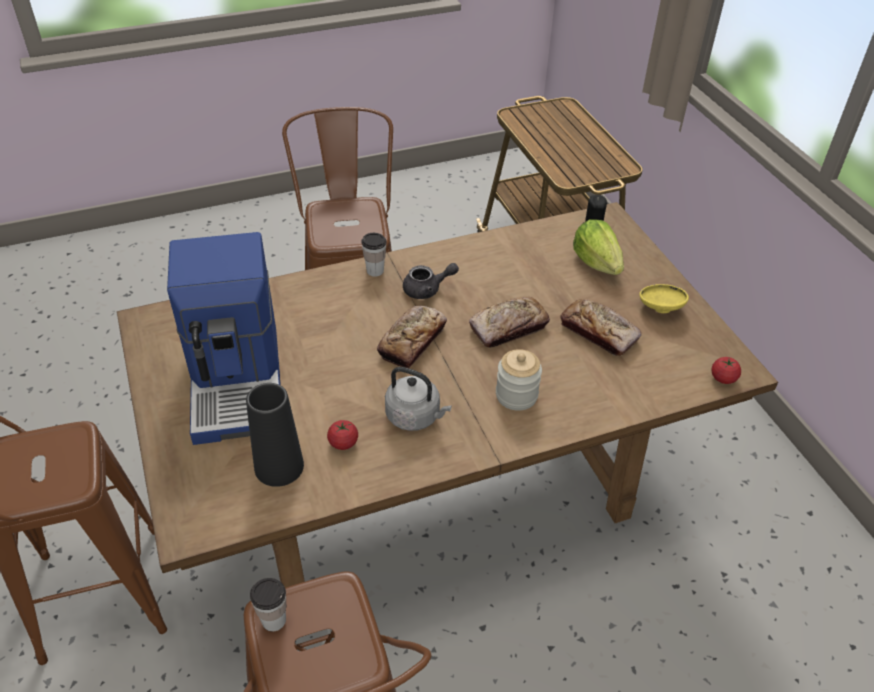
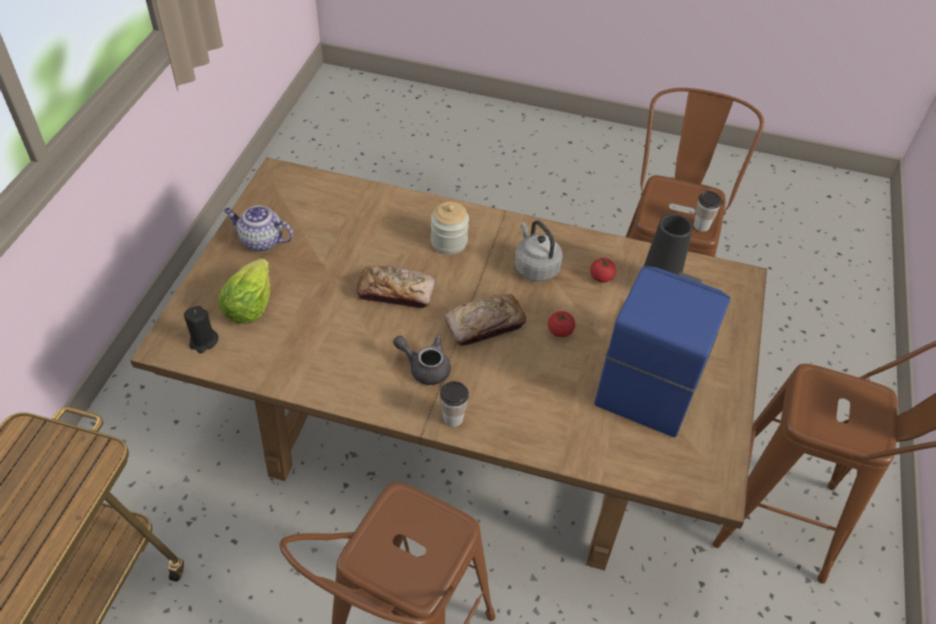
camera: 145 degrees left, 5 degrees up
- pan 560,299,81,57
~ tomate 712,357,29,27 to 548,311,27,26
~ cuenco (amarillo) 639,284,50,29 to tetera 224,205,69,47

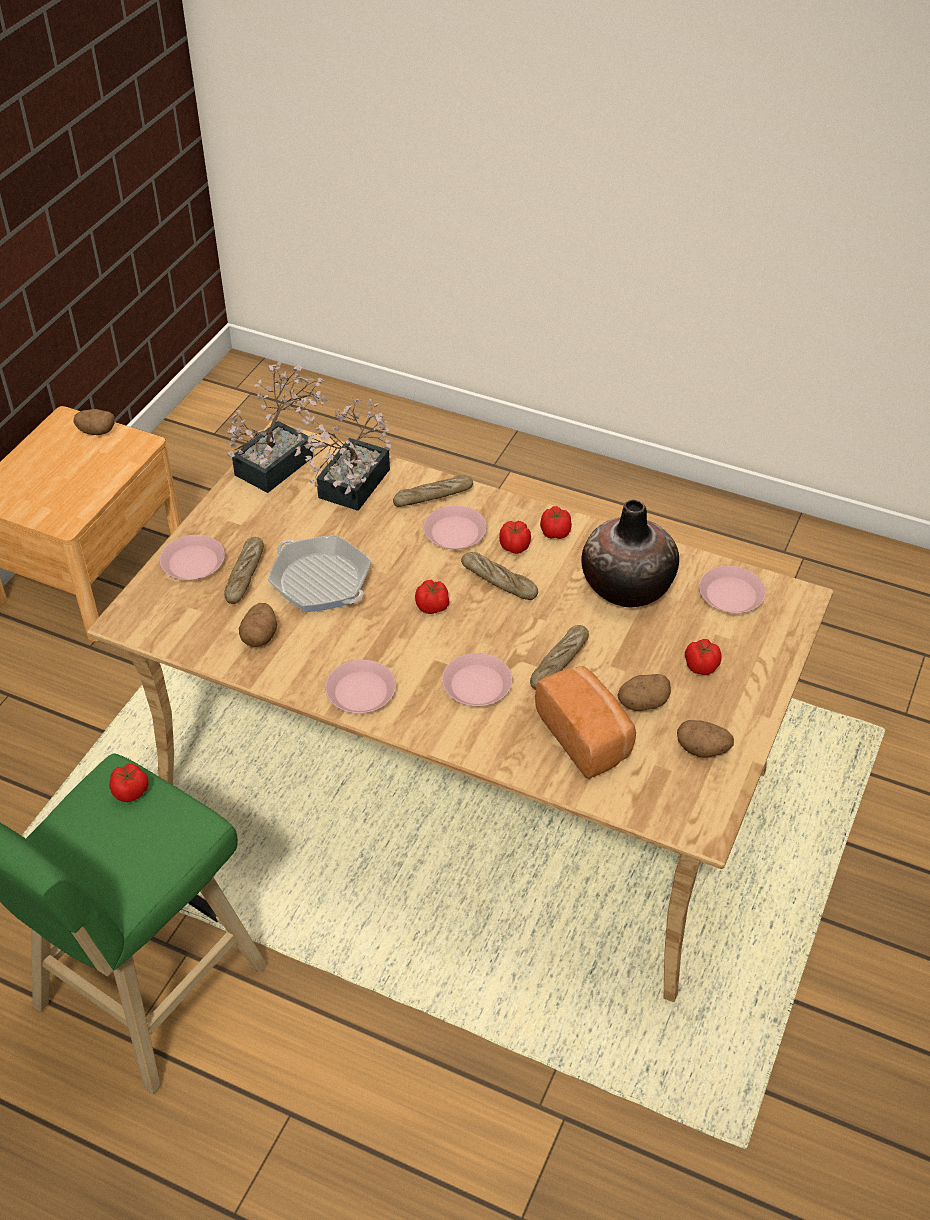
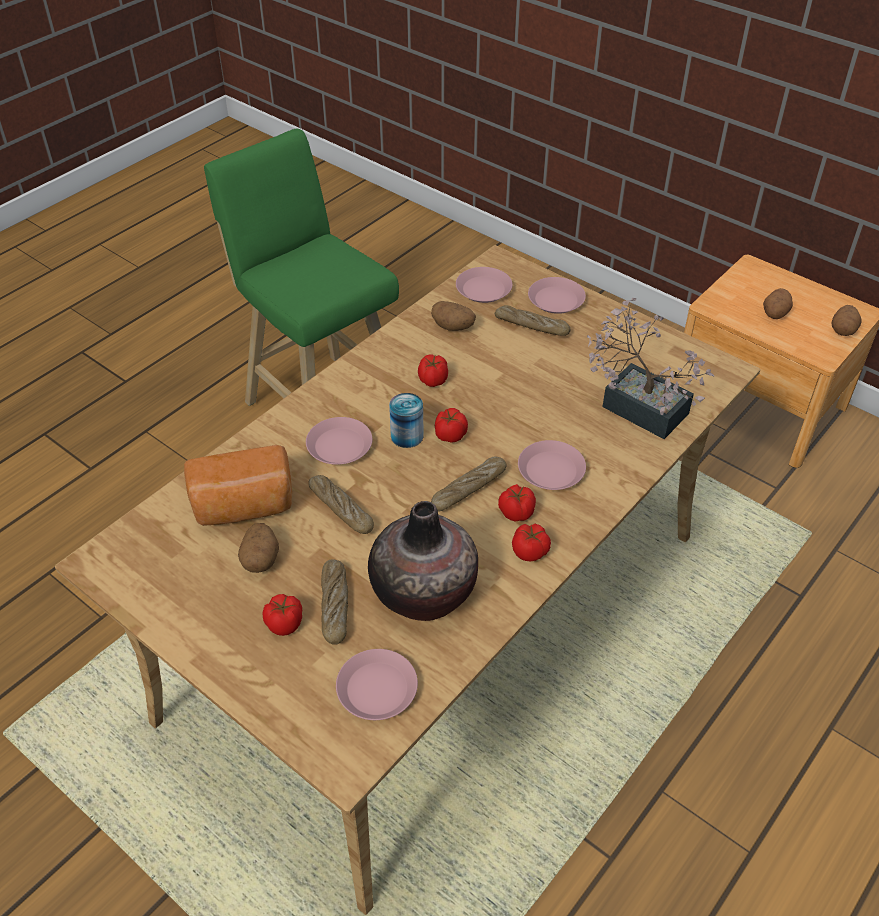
camera: 105 degrees right, 0 degrees up
- planta en maceta 227,362,101,131
- sartén 268,535,103,77
+ lata 389,393,35,55
~ tomate 109,764,40,38 to 418,354,30,33
~ plato (rosa) 325,660,71,53 to 456,267,56,36
~ pan 393,475,80,32 to 321,559,27,86
~ patata 677,720,57,38 to 763,288,30,31

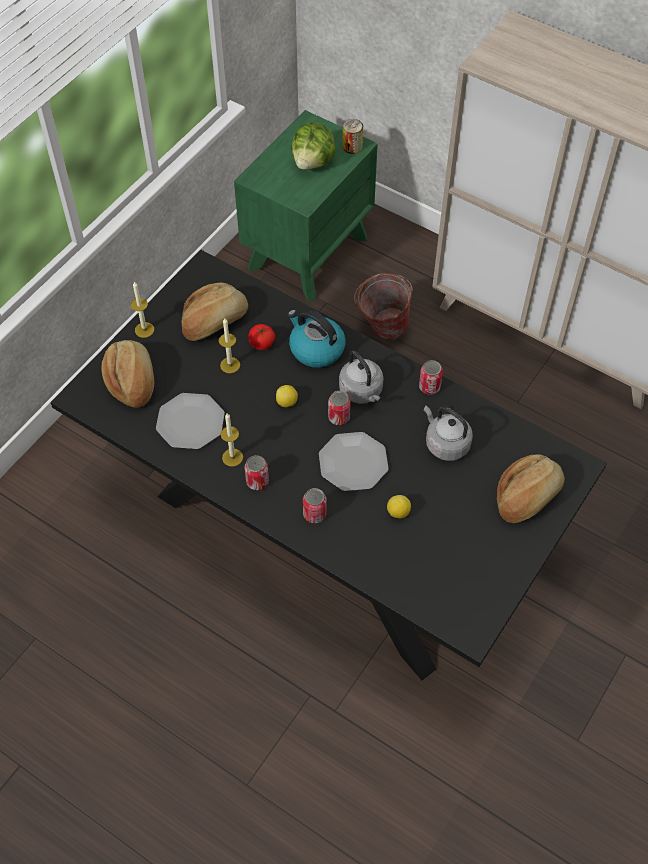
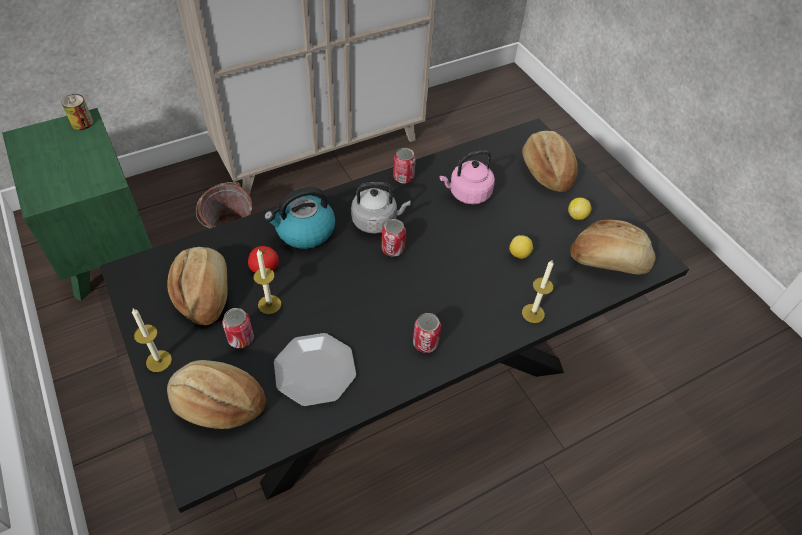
camera: 65 degrees left, 5 degrees down
- lechuga 292,122,44,48
- plato 319,432,70,59
+ pan 570,220,86,55
~ vela 220,413,23,54 to 522,260,32,63
~ limón 276,385,22,22 to 568,198,24,22
~ lata 303,488,24,35 to 222,308,32,40
~ hervidor (gris) 424,405,49,56 to hervidor (rosa) 440,150,55,54

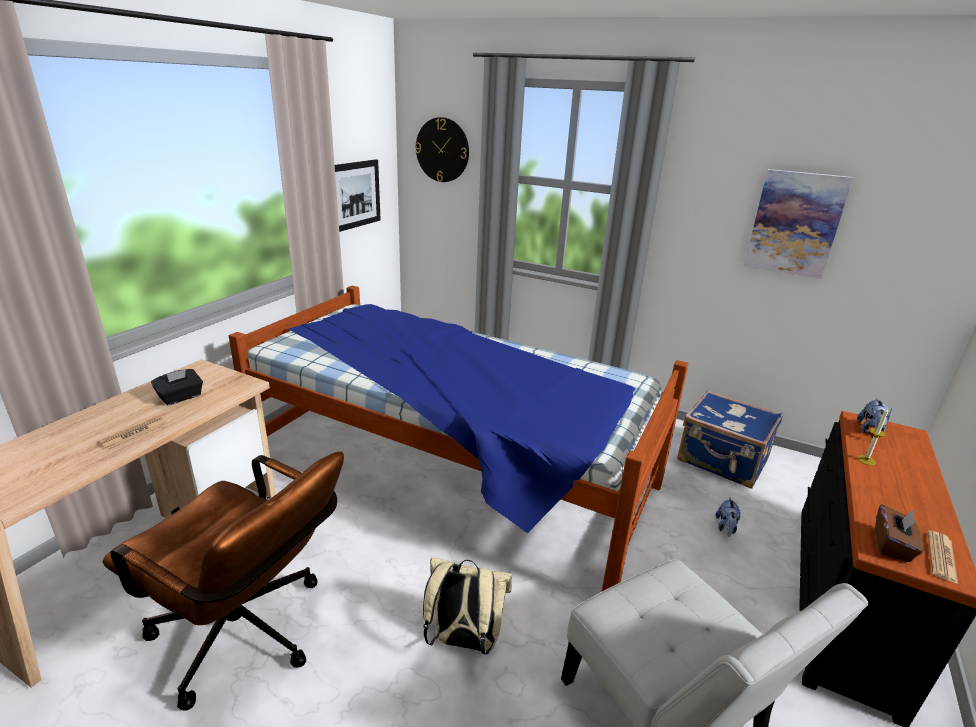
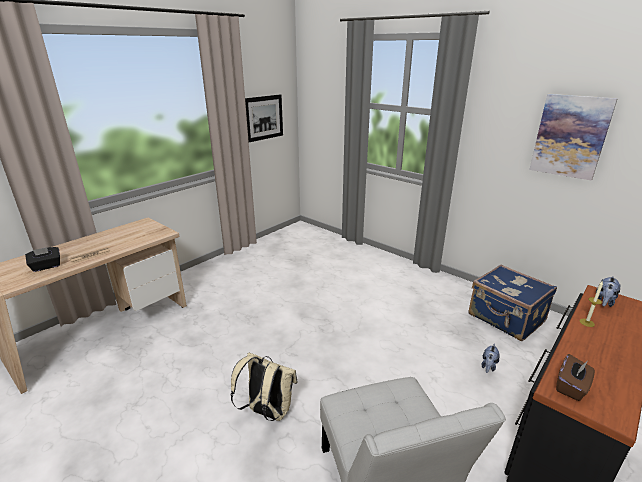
camera: 15 degrees right, 0 degrees up
- silla de oficina (marrón) 103,452,241,259
- cama 229,286,459,306
- reloj de pared 415,117,54,65
- periódico 928,530,30,54
~ caja de pañuelos (negro) 151,369,52,36 to 25,247,35,25

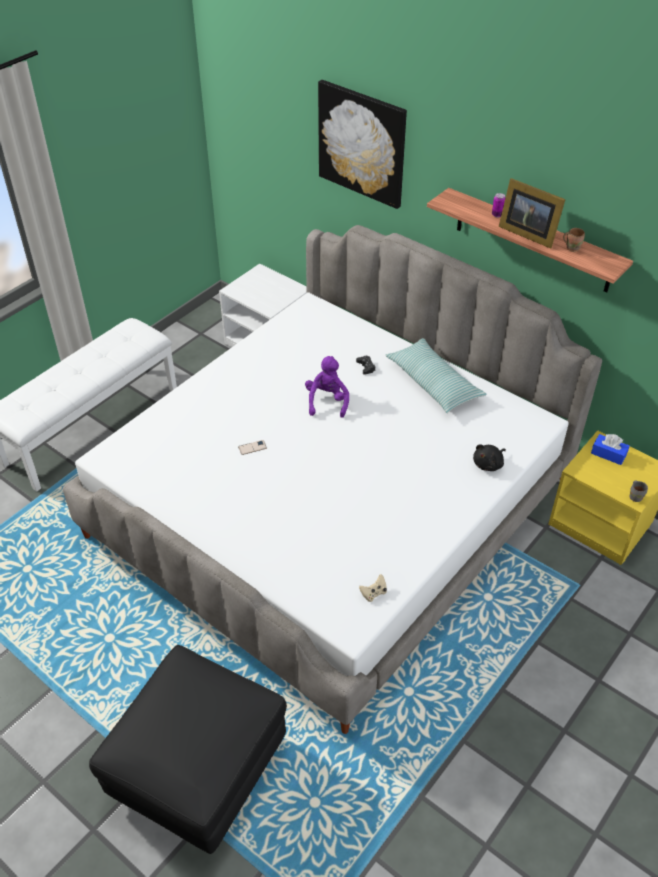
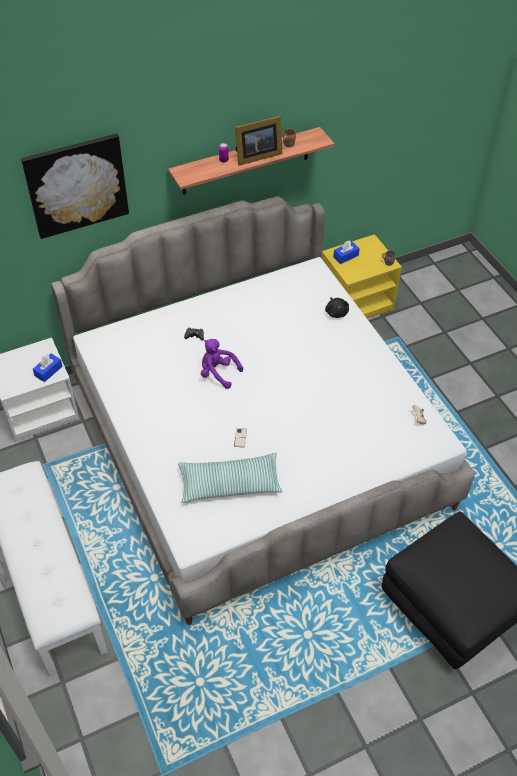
camera: 65 degrees left, 5 degrees up
+ caja de pañuelos (azul) 33,354,30,28
~ cojín 385,338,102,75 to 178,453,104,50

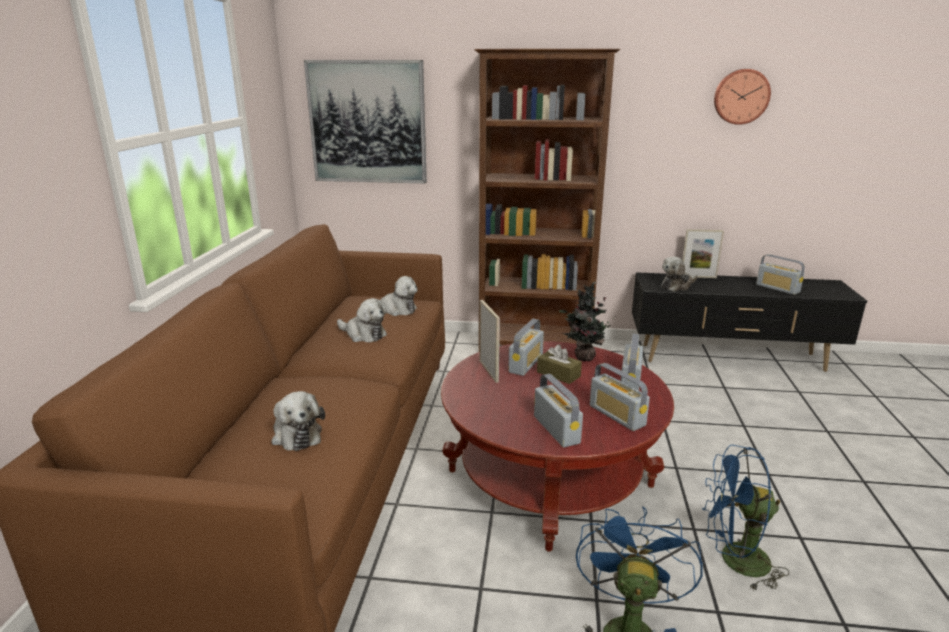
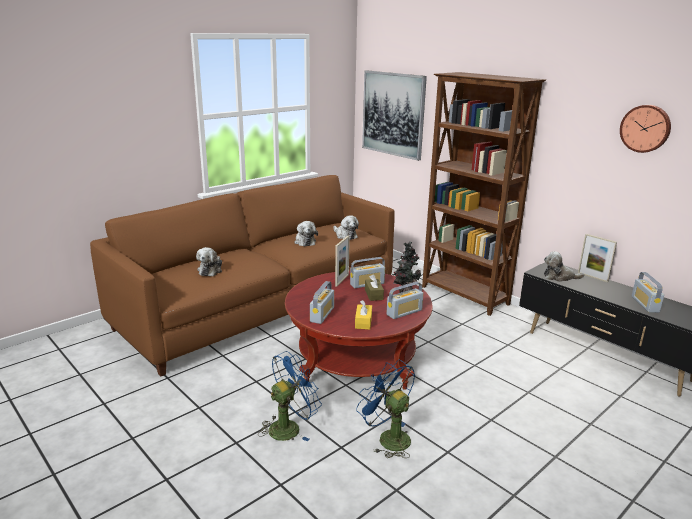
camera: 40 degrees right, 0 degrees up
~ radio 590,363,60,68 to caja de pañuelos (amarillo) 355,300,17,30

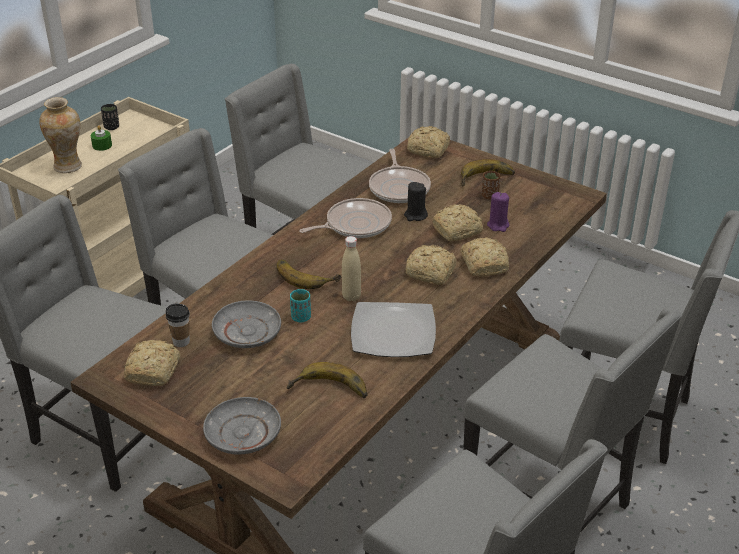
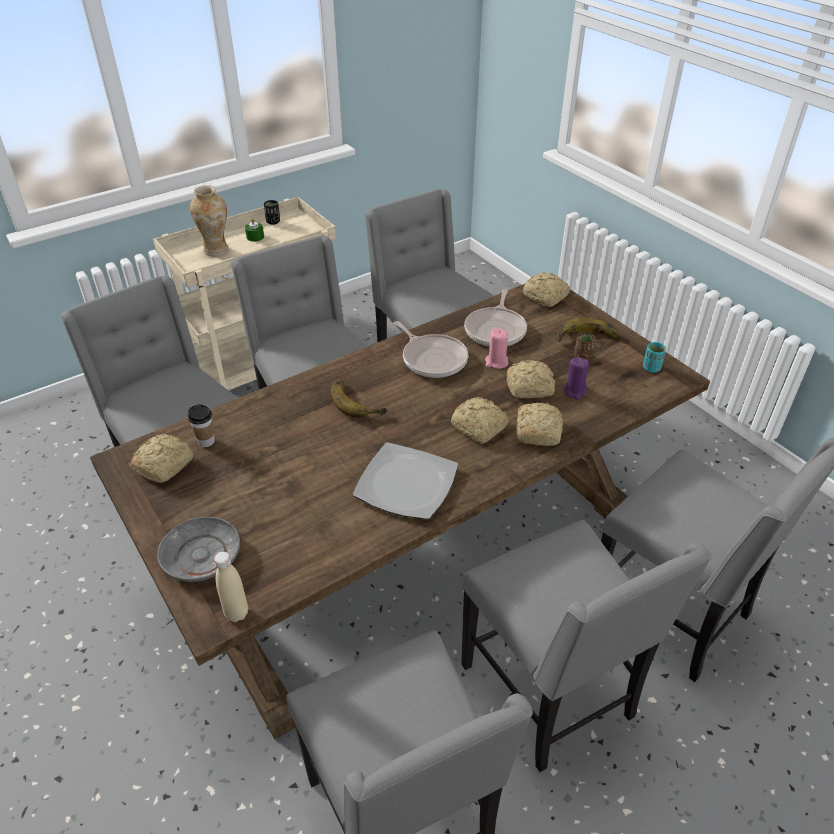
camera: 20 degrees right, 5 degrees up
- plato (gris) 212,300,69,48
- plátano 286,362,81,36
~ taza (turquesa) 290,289,21,33 to 643,342,23,31
~ botella (beis) 342,236,19,65 to 214,552,34,70
~ vela (negro) 404,182,24,39 to vela (rosa) 485,328,24,41
~ sartén 299,198,93,40 = 394,321,74,57 60 degrees clockwise

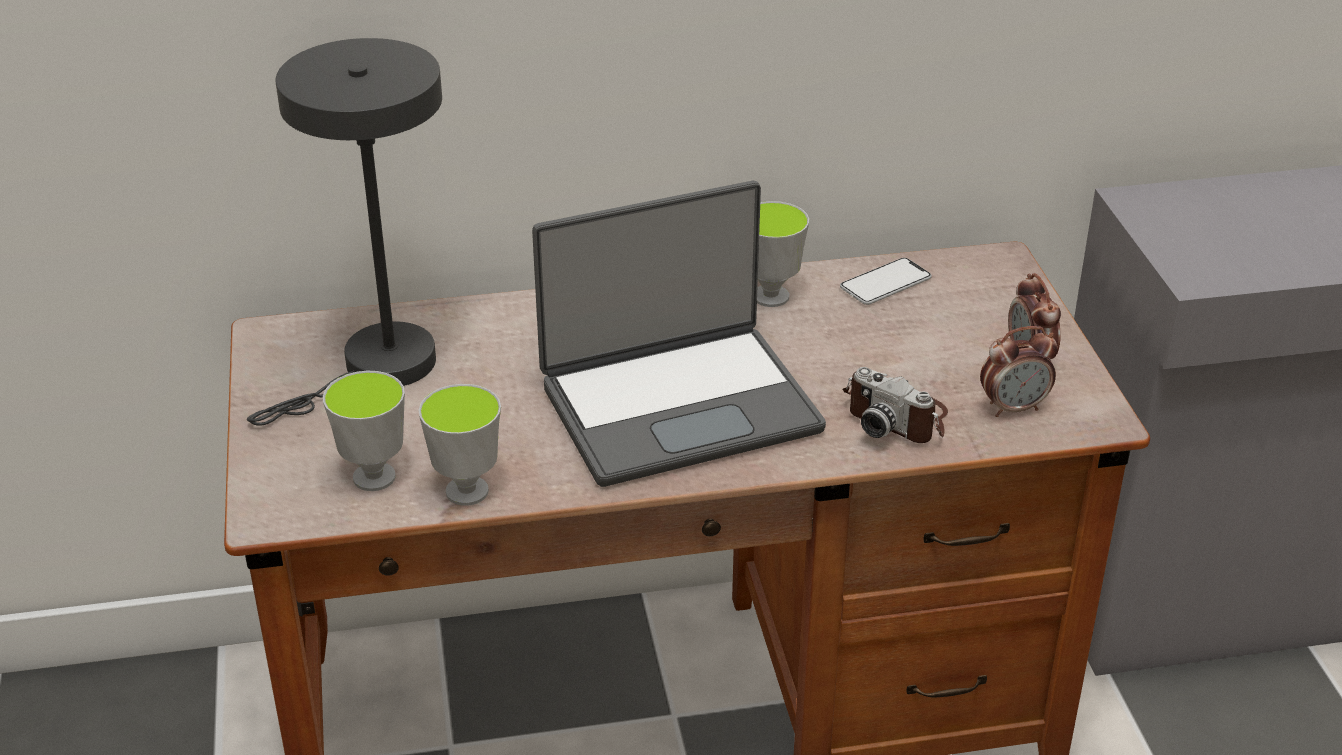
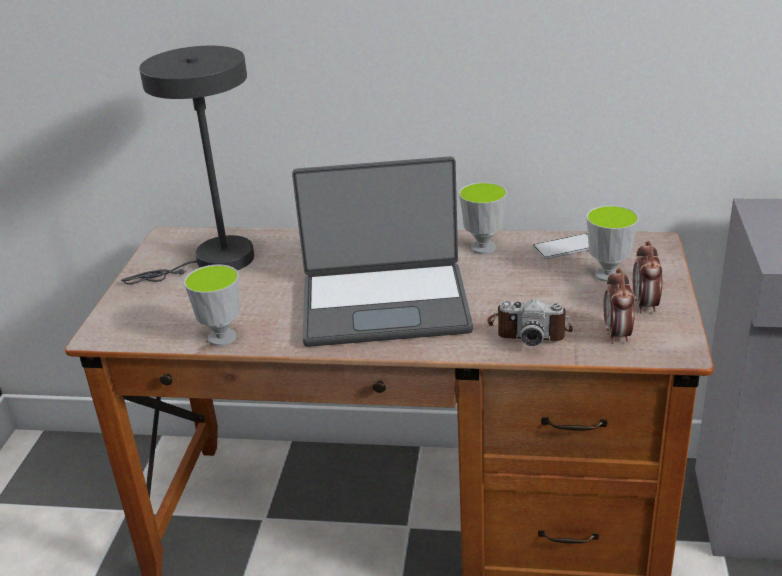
camera: 20 degrees right, 5 degrees down
~ taza 323,371,82,120 to 586,205,53,77
~ cámara 842,367,106,76 = 487,299,86,47 45 degrees counterclockwise
~ despertador 980,326,78,91 = 603,268,32,76 90 degrees clockwise

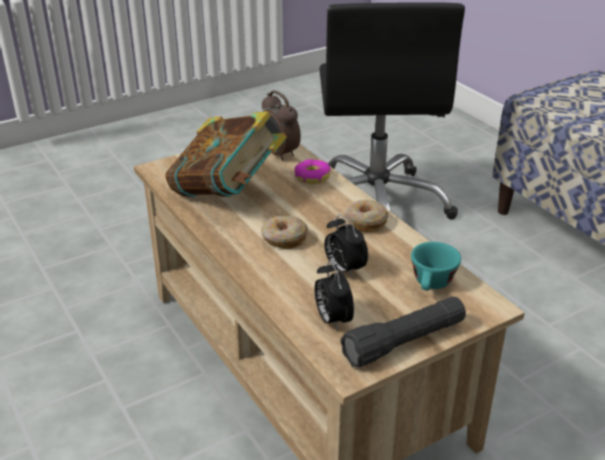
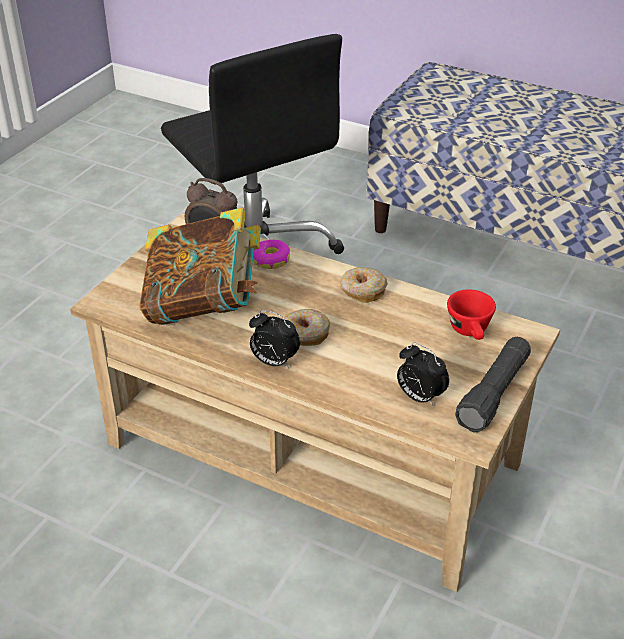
camera: 30 degrees left, 5 degrees up
~ despertador 324,214,44,64 to 249,310,51,58
~ taza (turquesa) 411,242,50,49 to taza (rojo) 447,290,49,50

